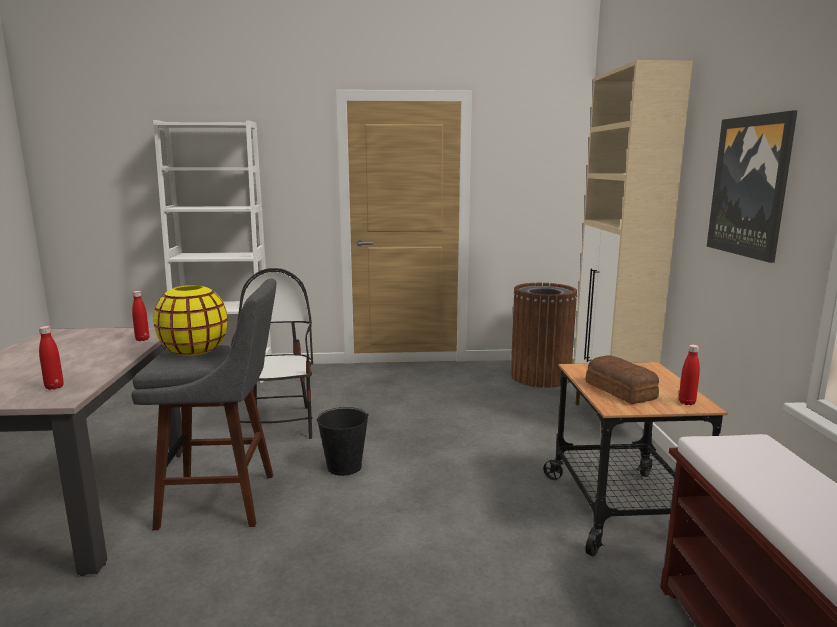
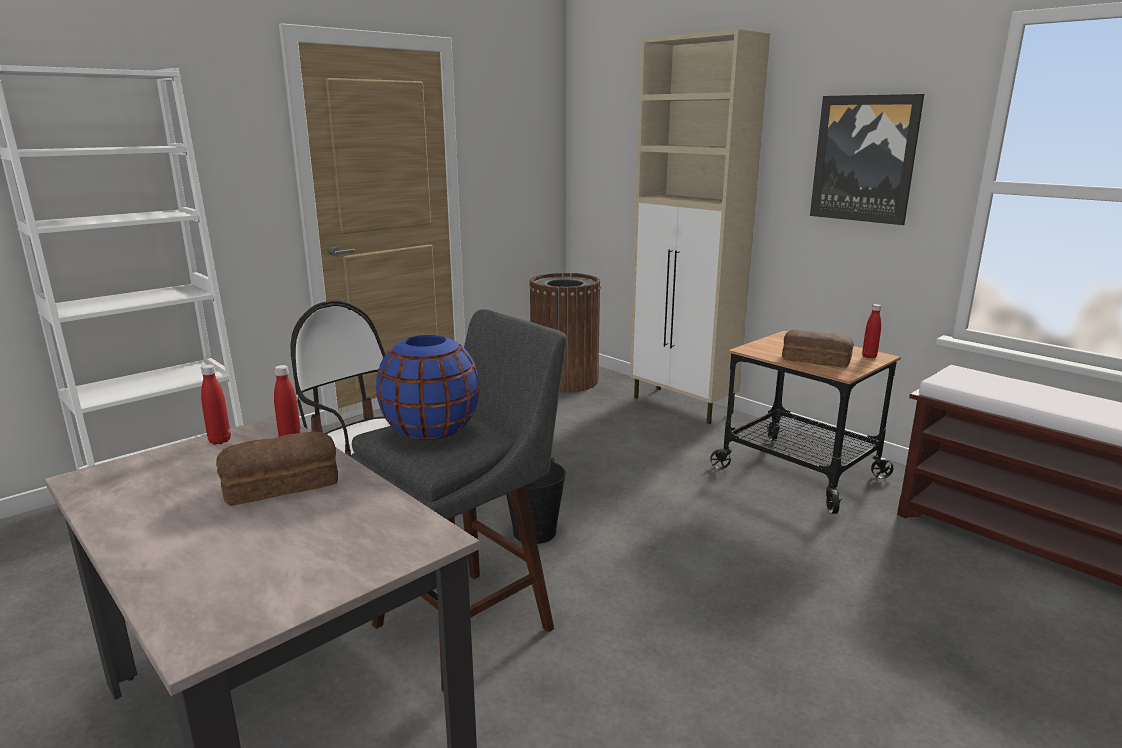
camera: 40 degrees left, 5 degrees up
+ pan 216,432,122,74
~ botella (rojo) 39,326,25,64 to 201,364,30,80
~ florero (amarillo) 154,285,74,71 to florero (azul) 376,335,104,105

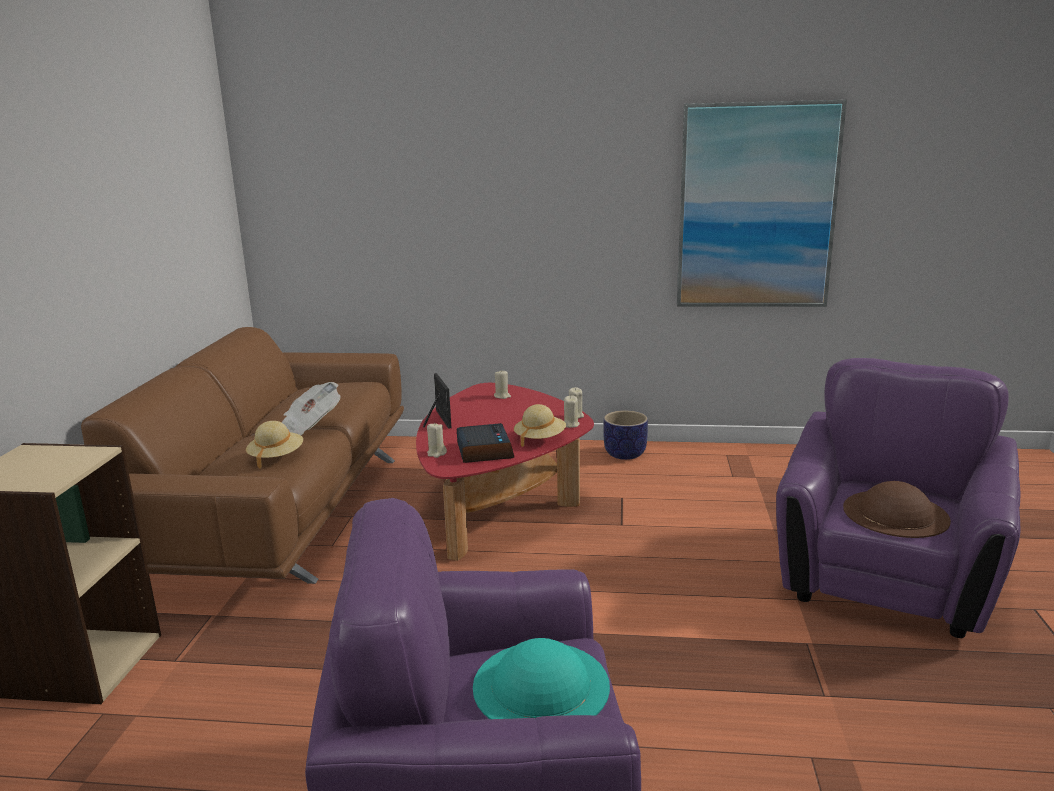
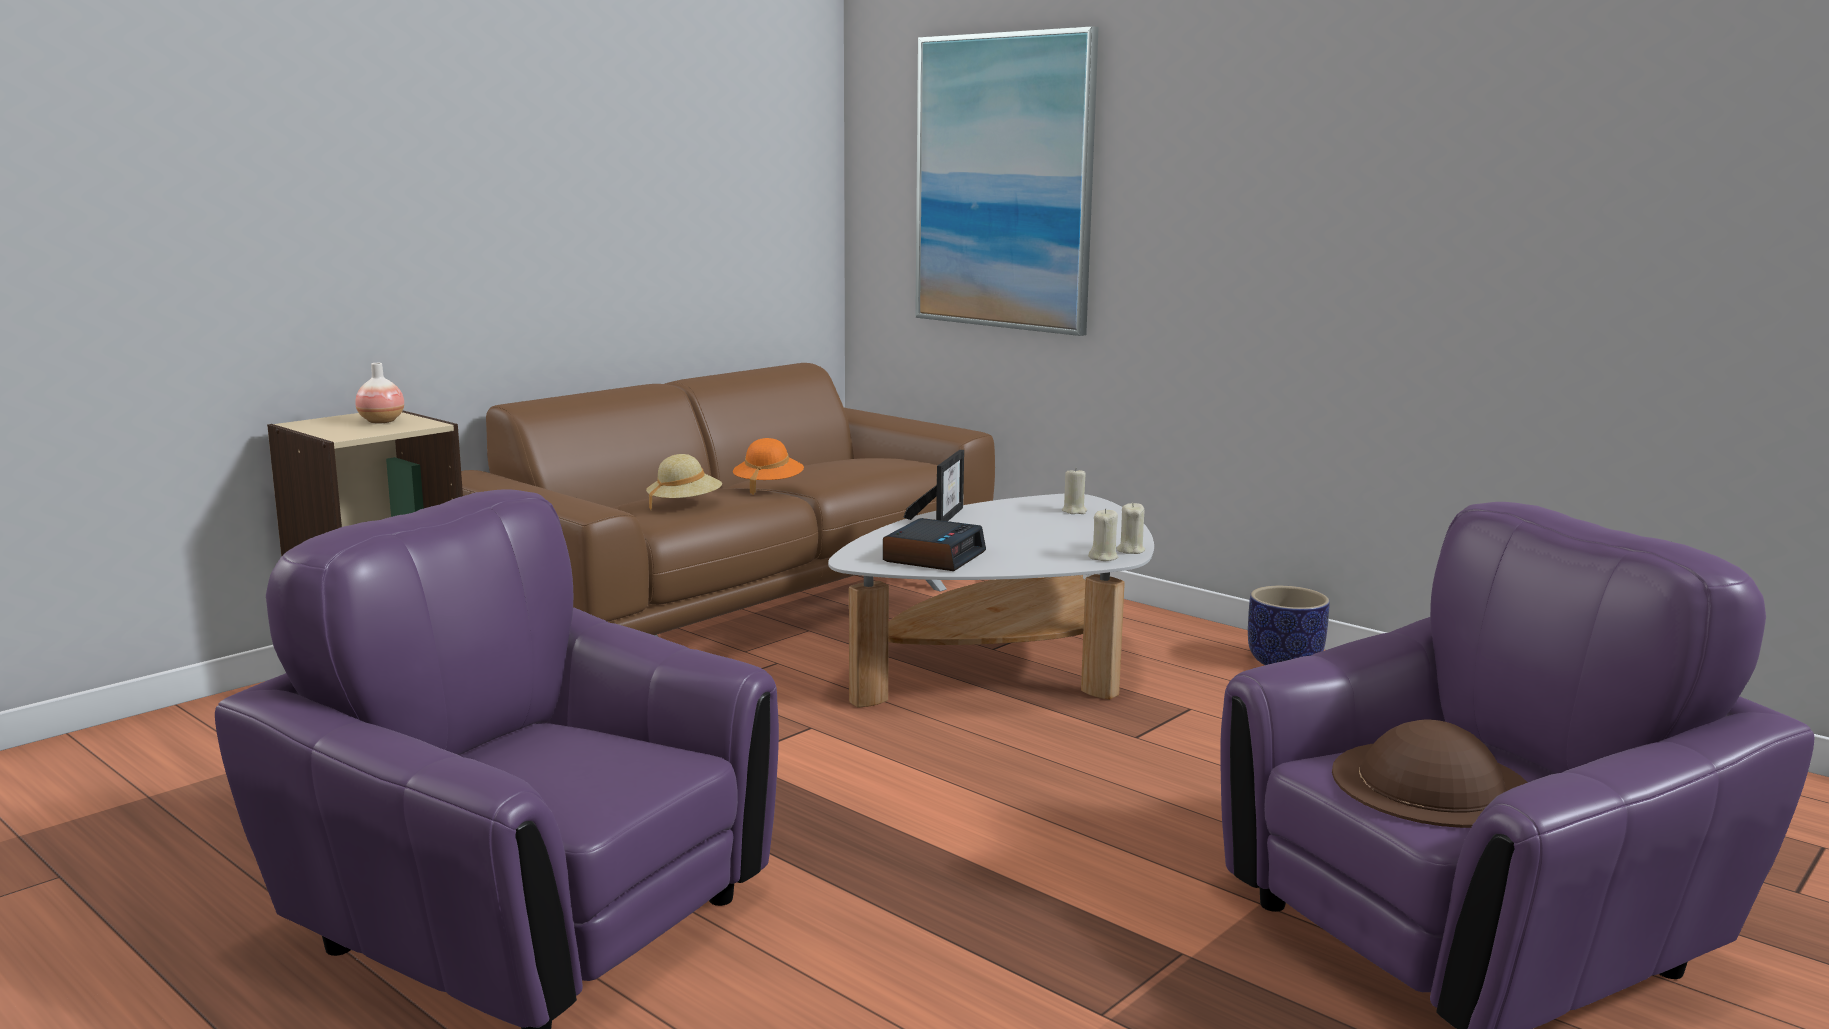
camera: 35 degrees right, 5 degrees down
- vela (beis) 427,422,20,36
- sombrero (turquesa) 473,638,137,81
- sombrero (beis) 514,404,52,43
+ florero 355,363,49,60
~ cuadro 677,100,170,207 to 915,26,184,310
~ periódico 281,382,59,53 to sombrero (naranja) 733,438,71,57
~ mesa de centro (rojo) 416,383,178,178 to mesa de centro (blanco) 828,494,326,214

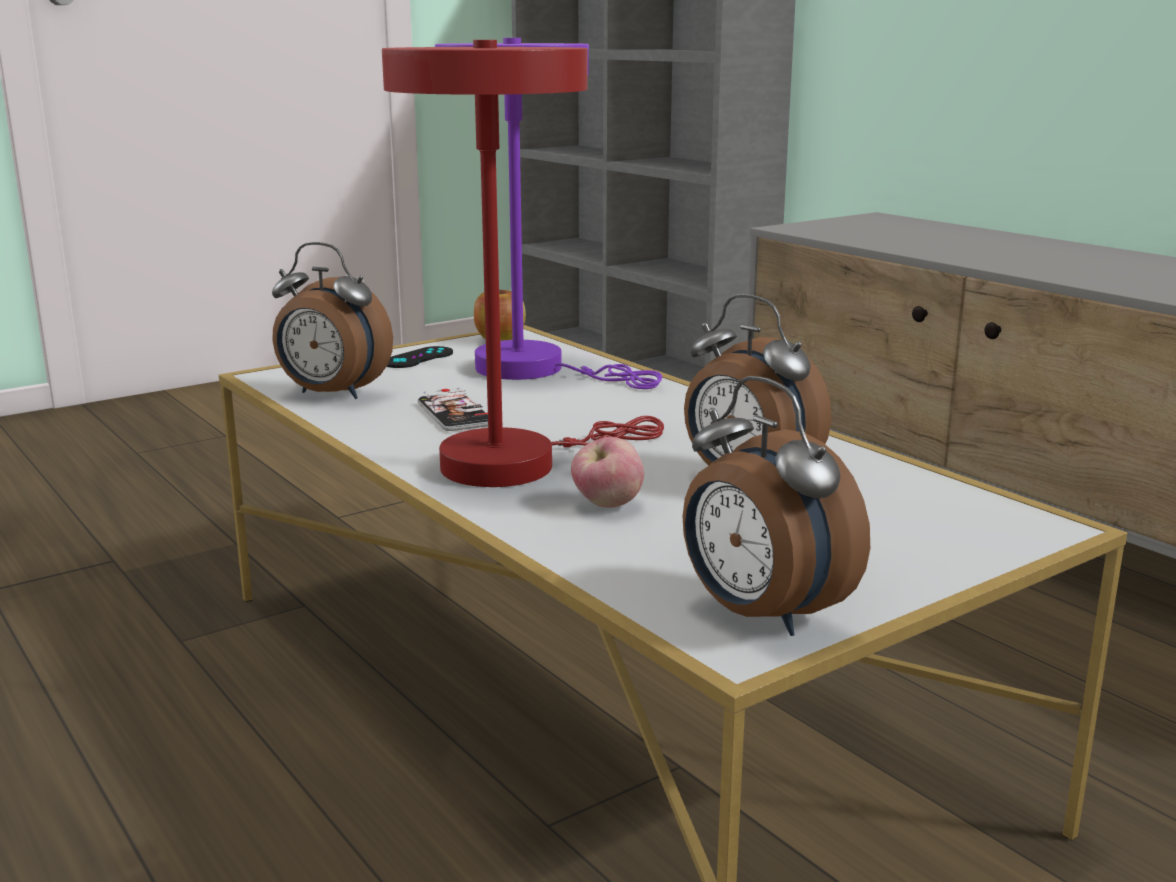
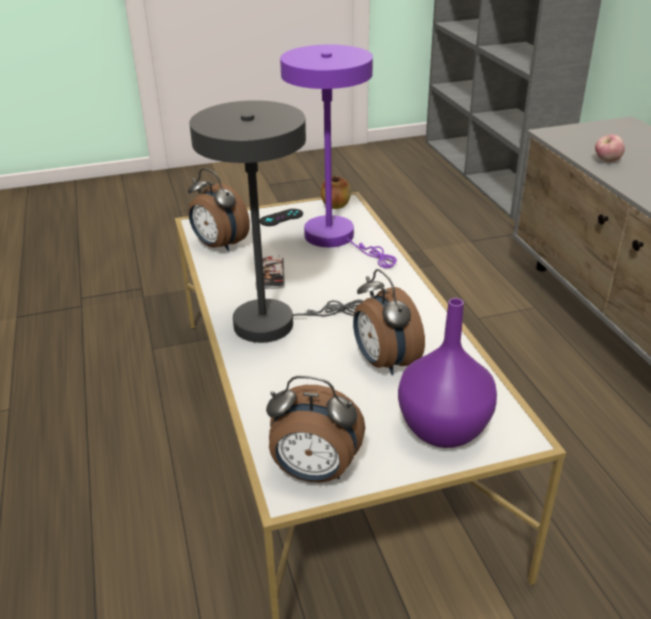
camera: 20 degrees right, 15 degrees up
+ florero (morado) 398,298,99,150
~ manzana 571,437,73,71 to 595,134,30,28
~ lámpara de mesa (rojo) 382,40,282,447 to lámpara de mesa (gris) 189,100,175,243
~ despertador 682,376,188,260 = 266,376,99,106 60 degrees counterclockwise

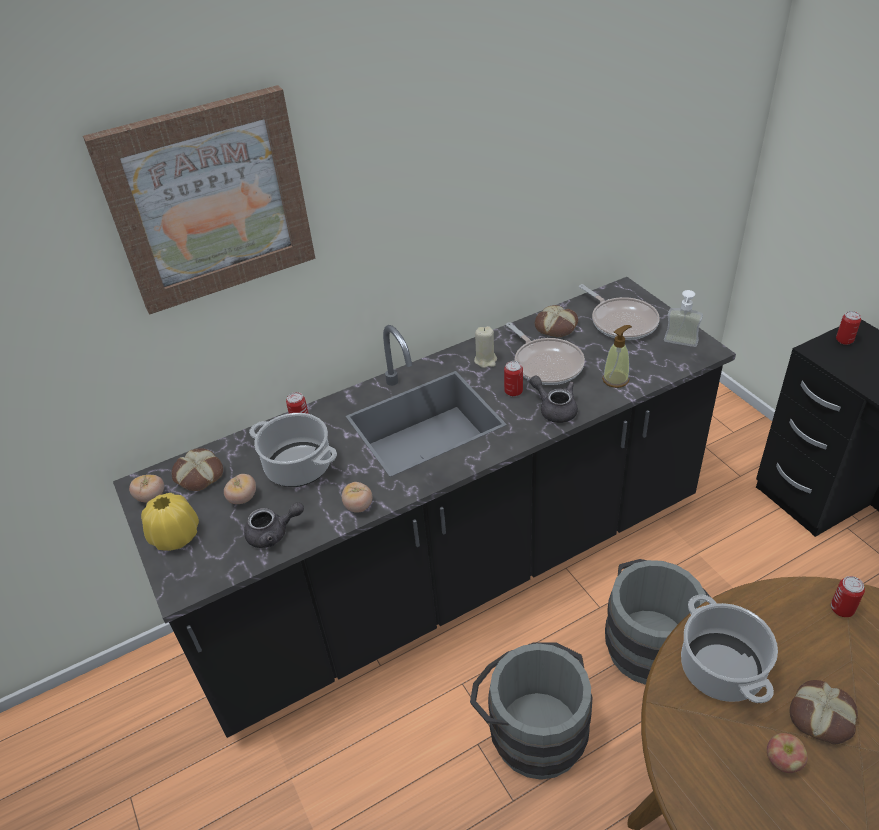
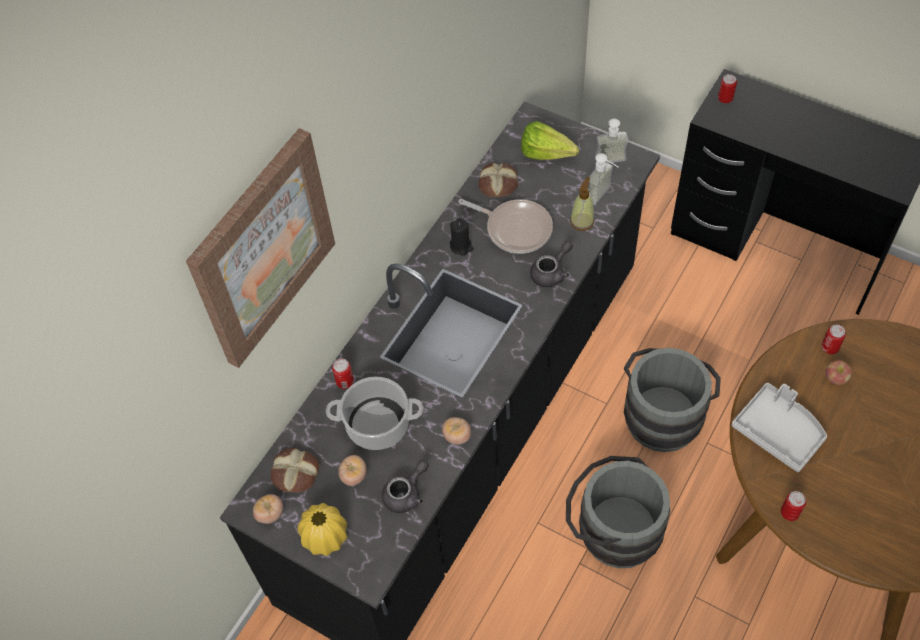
camera: 30 degrees left, 15 degrees up
- pan 790,680,68,65
+ dispensador de jabón 588,153,30,52
~ lata 504,361,19,36 to 781,491,25,30
~ manzana 767,733,41,40 to 825,360,27,25
~ sartén 579,284,81,56 to lechuga 521,121,58,39
~ olla 681,595,97,108 to bandeja (gris) 732,383,95,89
~ vela (beis) 474,326,23,42 to vela (negro) 450,218,24,38
~ tetera (gris) 529,375,49,48 = 530,241,43,46 120 degrees clockwise

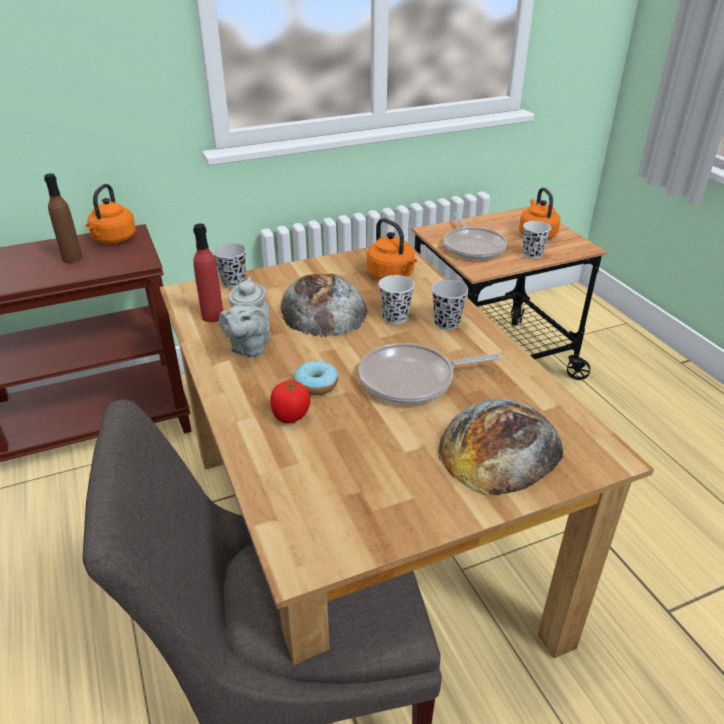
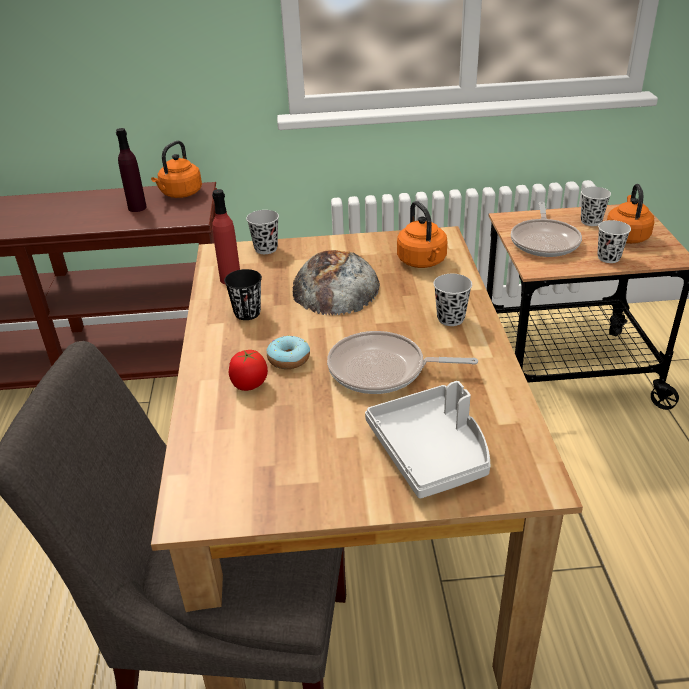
camera: 20 degrees right, 0 degrees up
~ taza (blanco) 379,275,36,49 to 581,187,30,39
~ tetera (gris) 219,277,51,80 to taza (negro) 224,269,38,51
~ pan 438,399,125,97 to bandeja (gris) 365,381,125,118
~ botella (marrón) 44,173,39,90 to botella (morado) 116,128,31,84

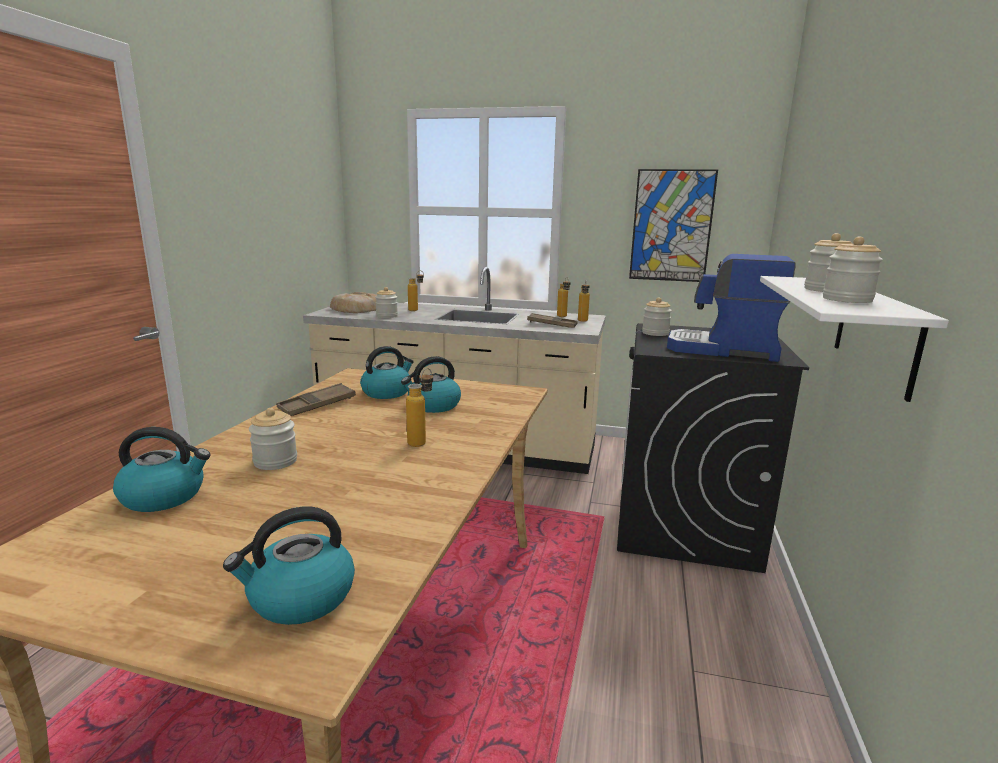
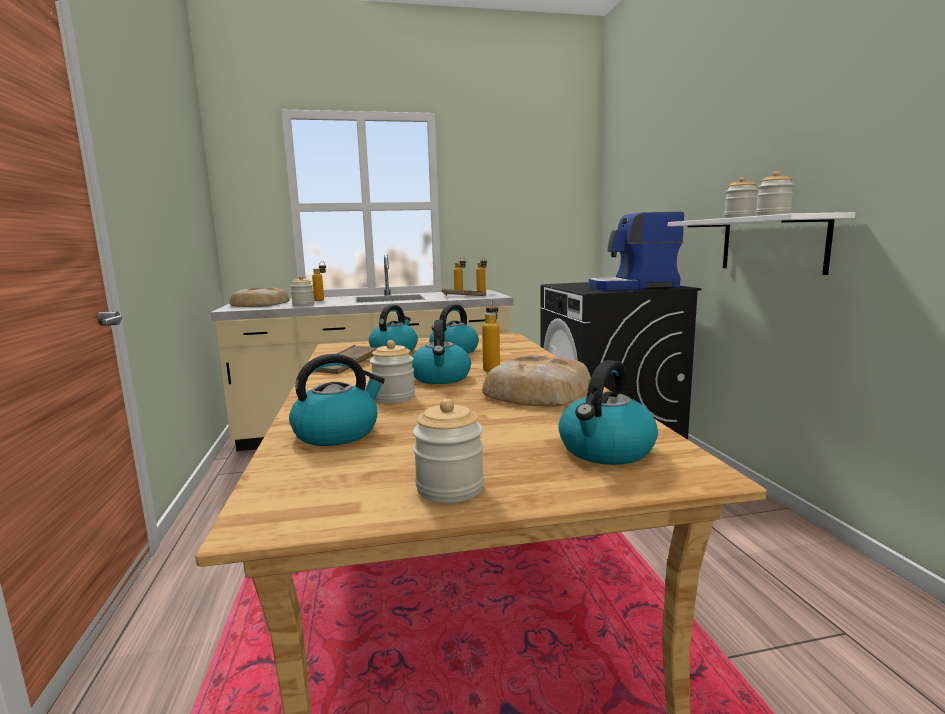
camera: 25 degrees left, 5 degrees down
- cuadro 629,169,89,113
+ hervidor 412,320,59,64
+ pan 482,355,109,52
~ tarro 642,298,30,38 to 413,399,71,104

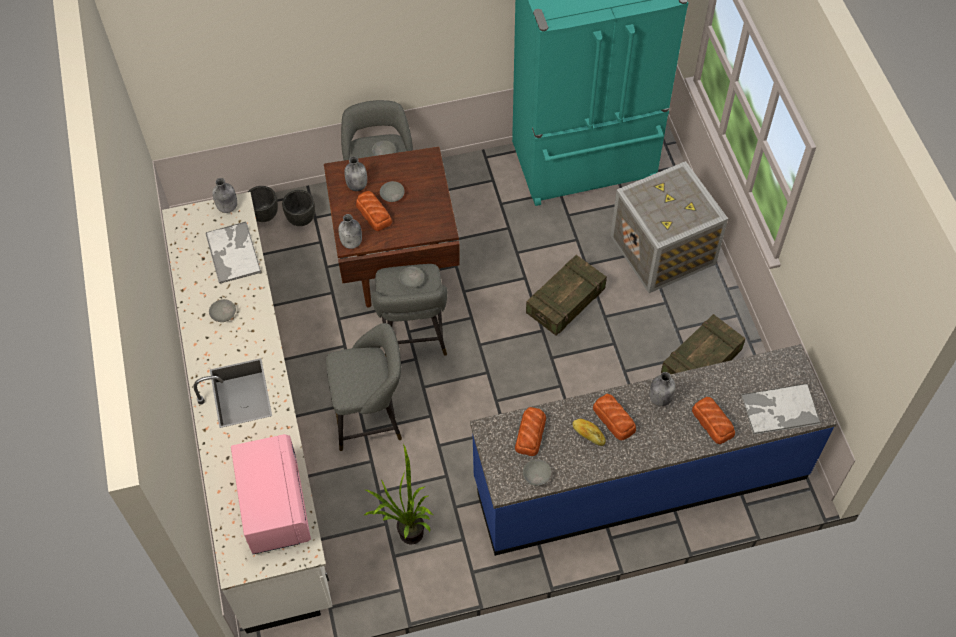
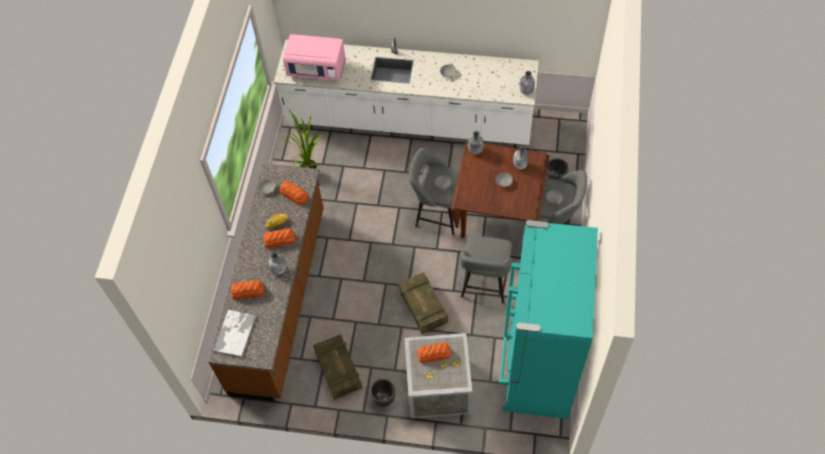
camera: 115 degrees right, 0 degrees up
- bandeja 206,221,56,63
~ maceta (negro) 248,186,30,36 to 370,379,25,28
~ taburete (gris) 326,323,76,128 to 460,235,53,69
~ pan 356,191,36,40 to 418,343,33,20
~ mueble bajo de cocina (azul) 470,344,367,212 to mueble bajo de cocina (marrón) 208,163,116,238

